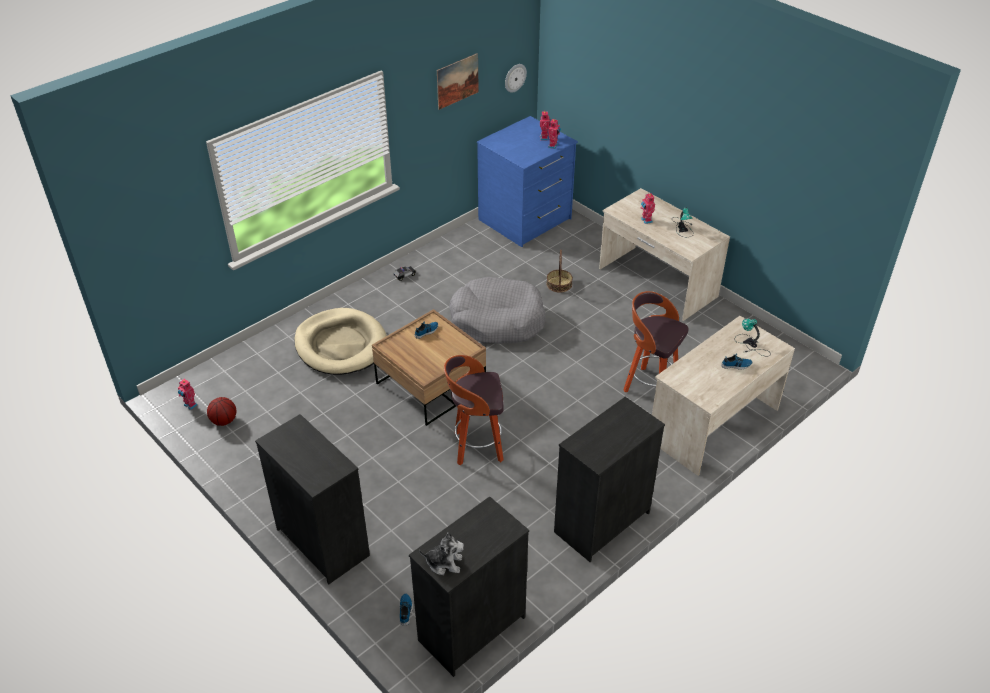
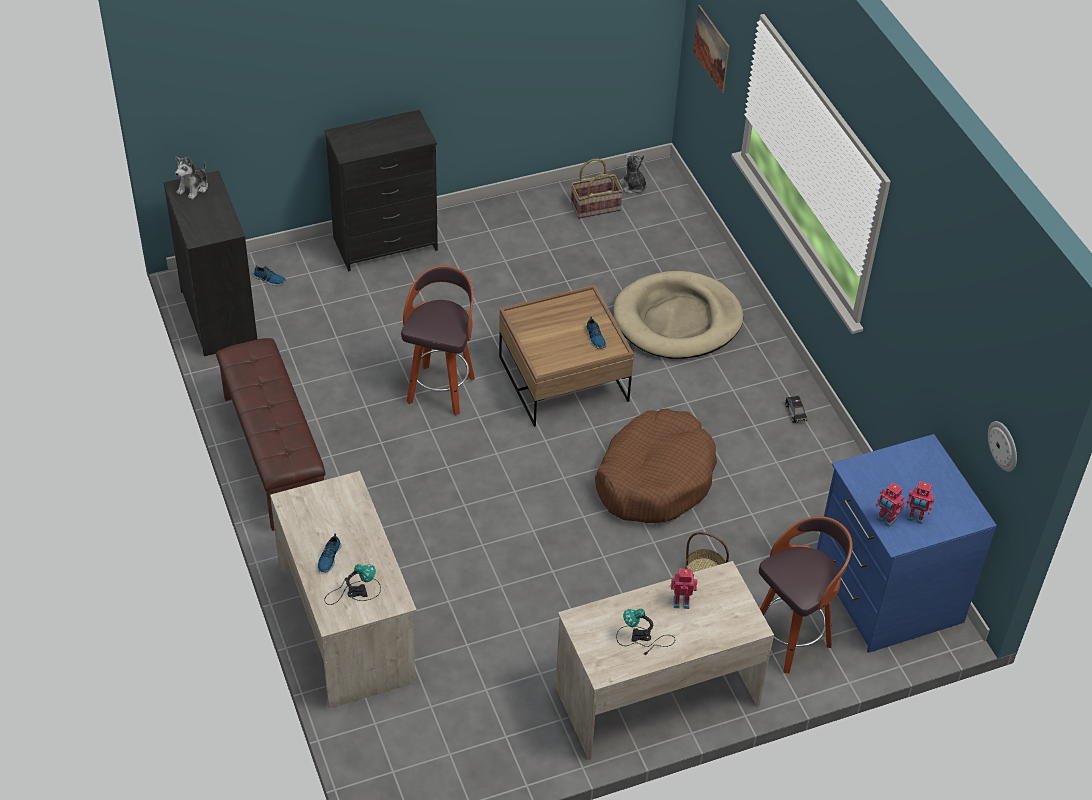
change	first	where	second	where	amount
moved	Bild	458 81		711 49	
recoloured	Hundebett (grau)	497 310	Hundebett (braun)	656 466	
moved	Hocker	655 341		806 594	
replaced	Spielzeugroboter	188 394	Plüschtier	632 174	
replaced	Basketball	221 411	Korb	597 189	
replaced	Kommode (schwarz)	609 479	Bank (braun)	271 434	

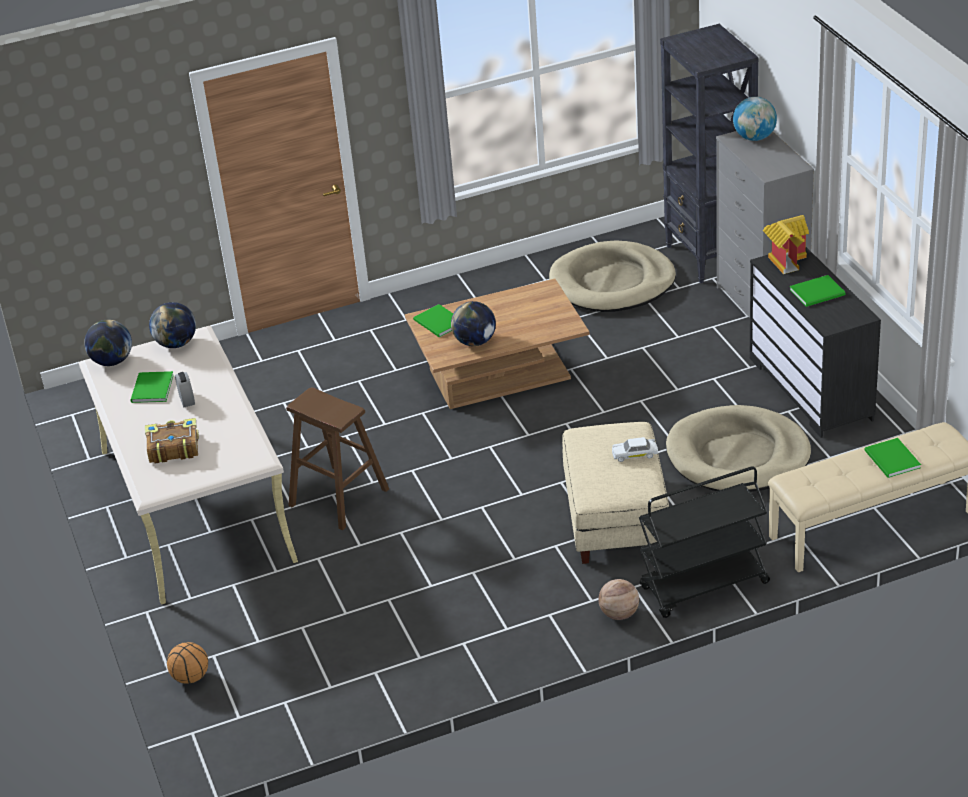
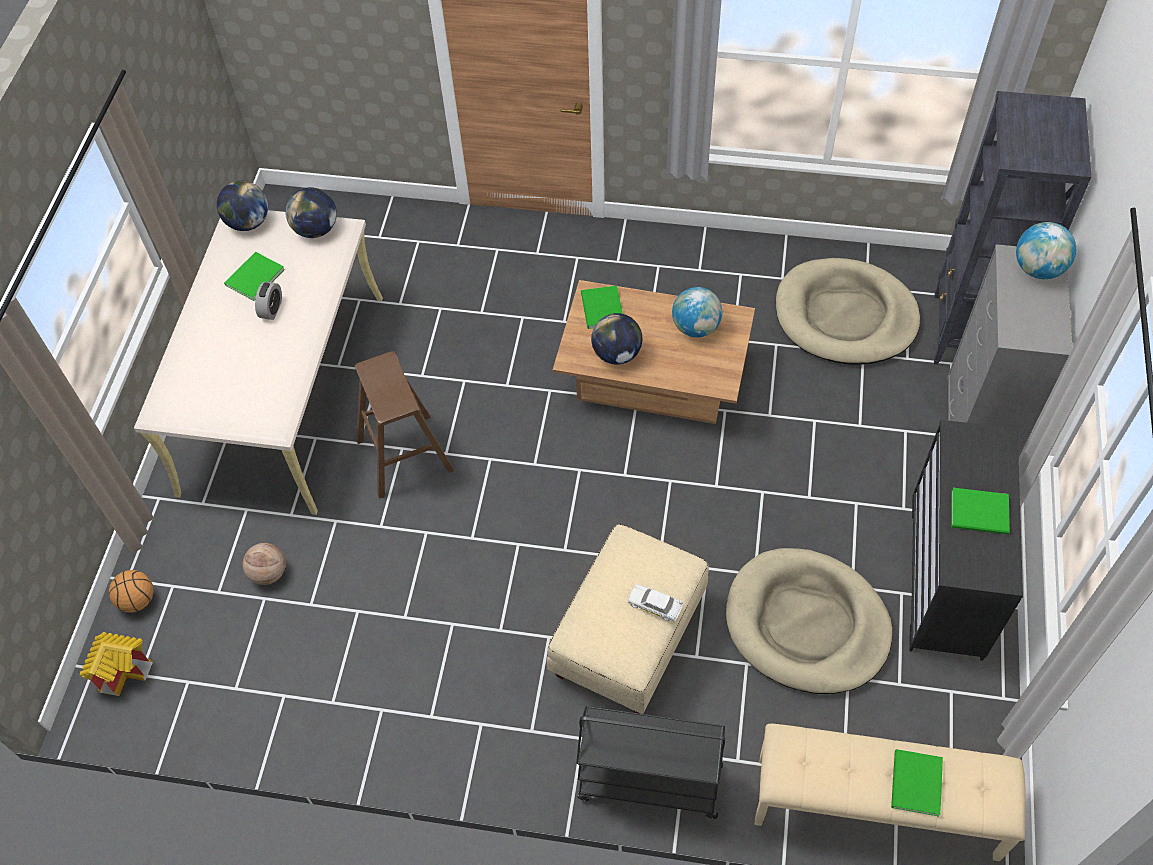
change	first	where	second	where	amount
moved	Spielzeughaus	785 244		116 664	
removed	Buch	172 441			
moved	Basketball	618 599		264 564	
added			Globus	697 312	

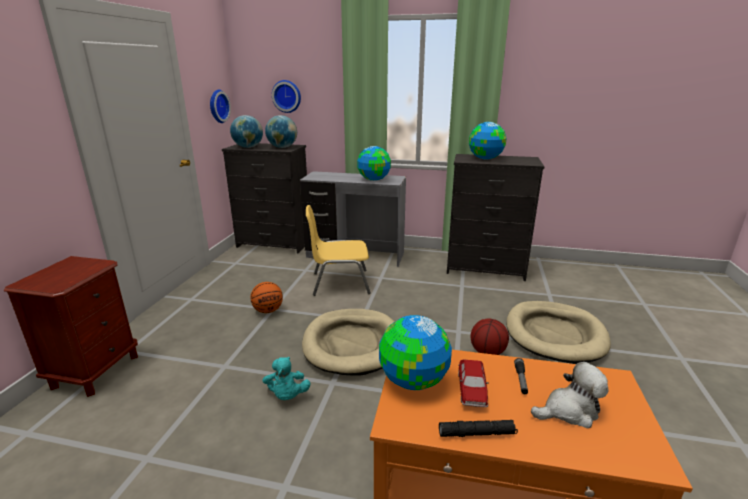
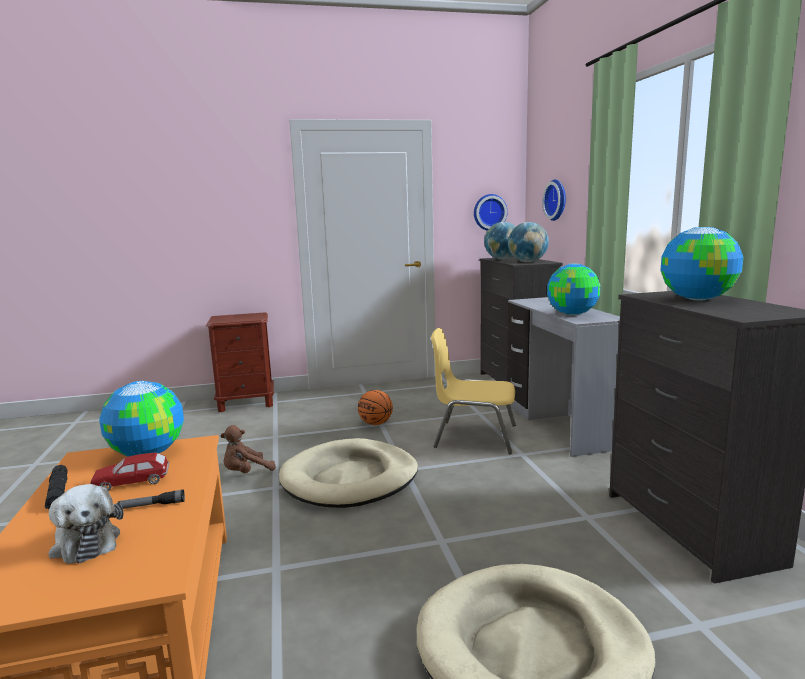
change	first	where	second	where	amount
turned	Stuhl (gelb)	338 250		473 391	45 degrees counterclockwise
removed	Basketball	490 336			
recoloured	Plüschtier (türkis)	286 378	Plüschtier (braun)	248 449	

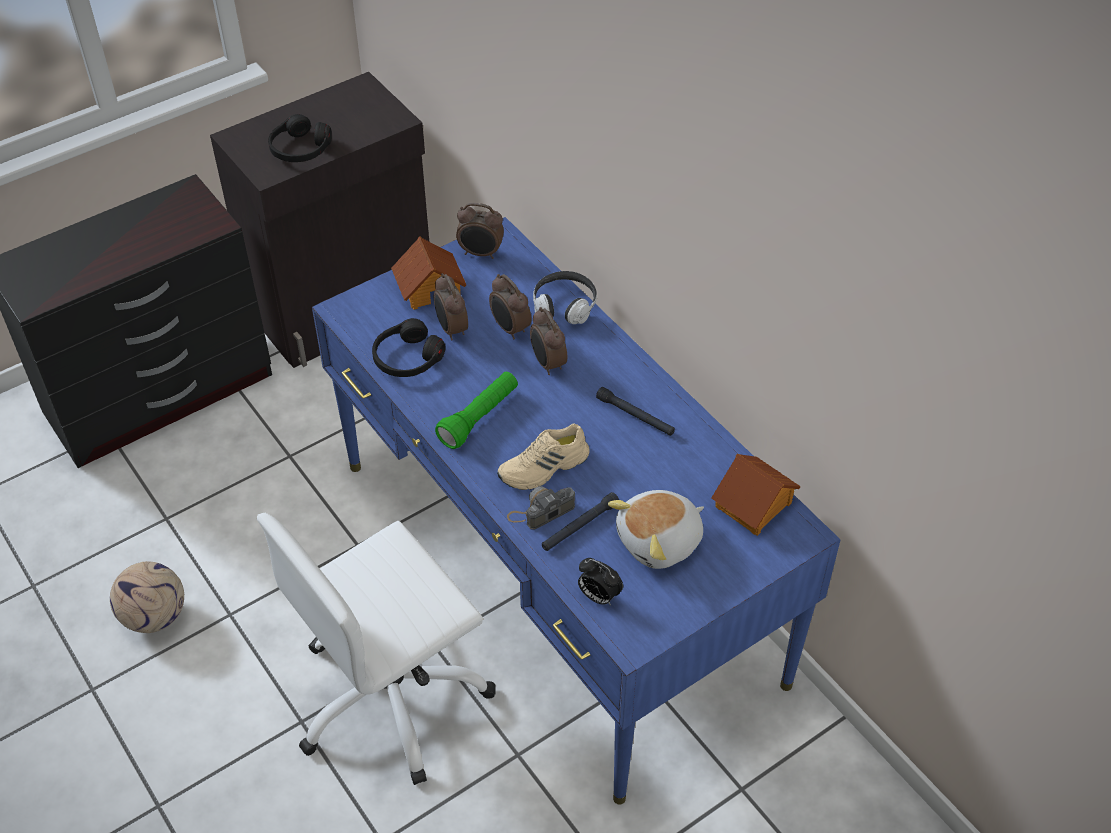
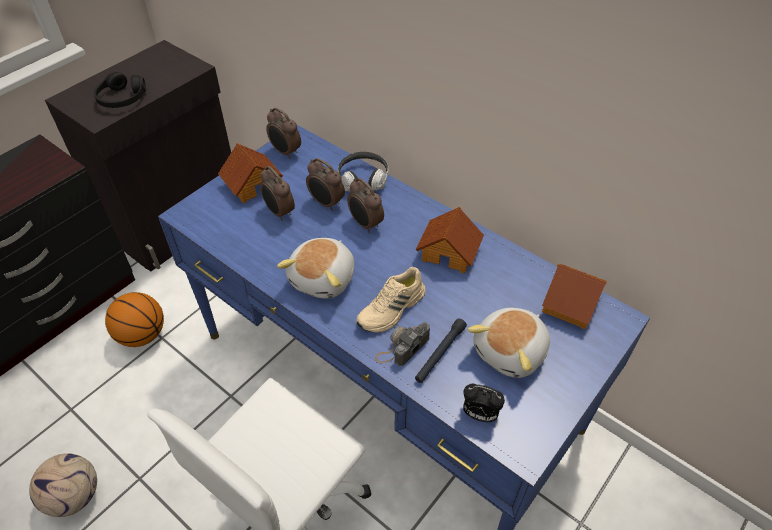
change	first	where	second	where	amount
turned	Wecker	480 231		283 133	45 degrees clockwise
removed	Kopfhörer (schwarz)	409 347			
replaced	Taschenlampe (grün)	476 410	Plüschtier	315 268	
replaced	Taschenlampe (schwarz)	635 411	Spielzeughaus	449 240	
added			Basketball	134 319	

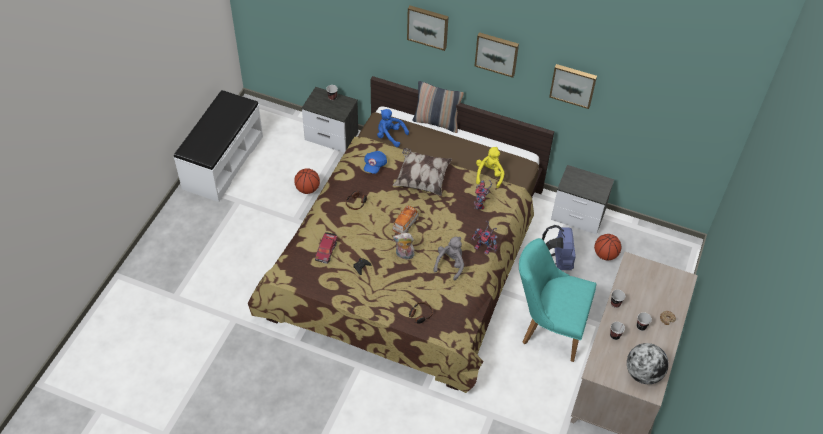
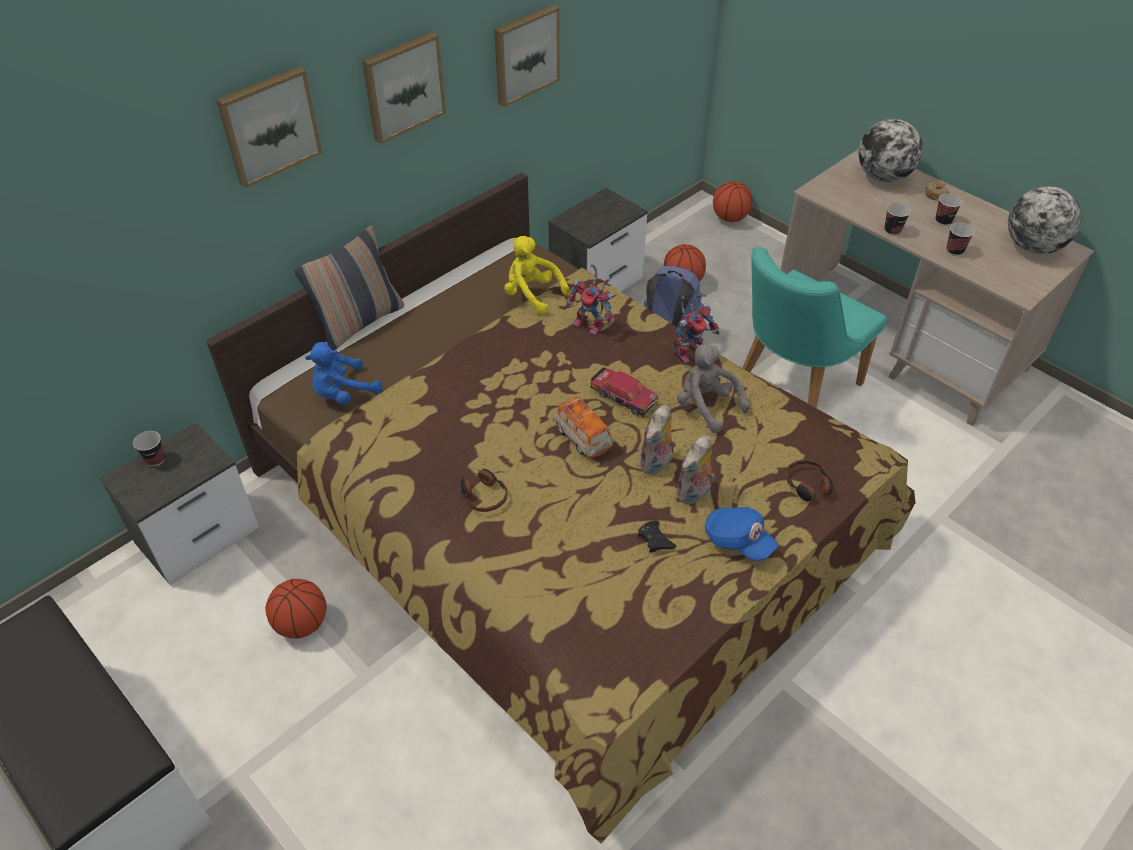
change	first	where	second	where	amount
removed	Kissen	422 172			
moved	Kappe (blau)	375 162		741 534	
moved	Spielzeugauto	326 248		624 391	
added			Globus	891 150	
added			Basketball	733 201	
added			Plüschtier	695 470	

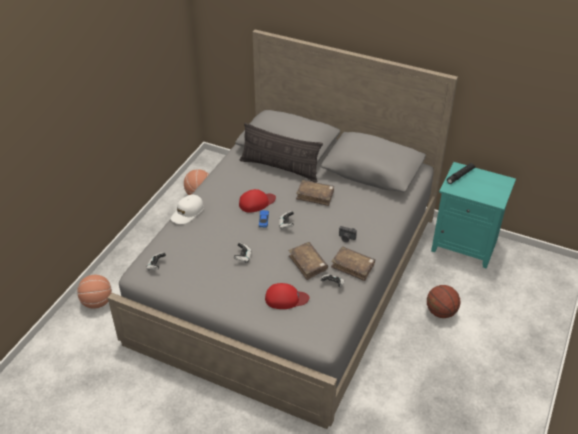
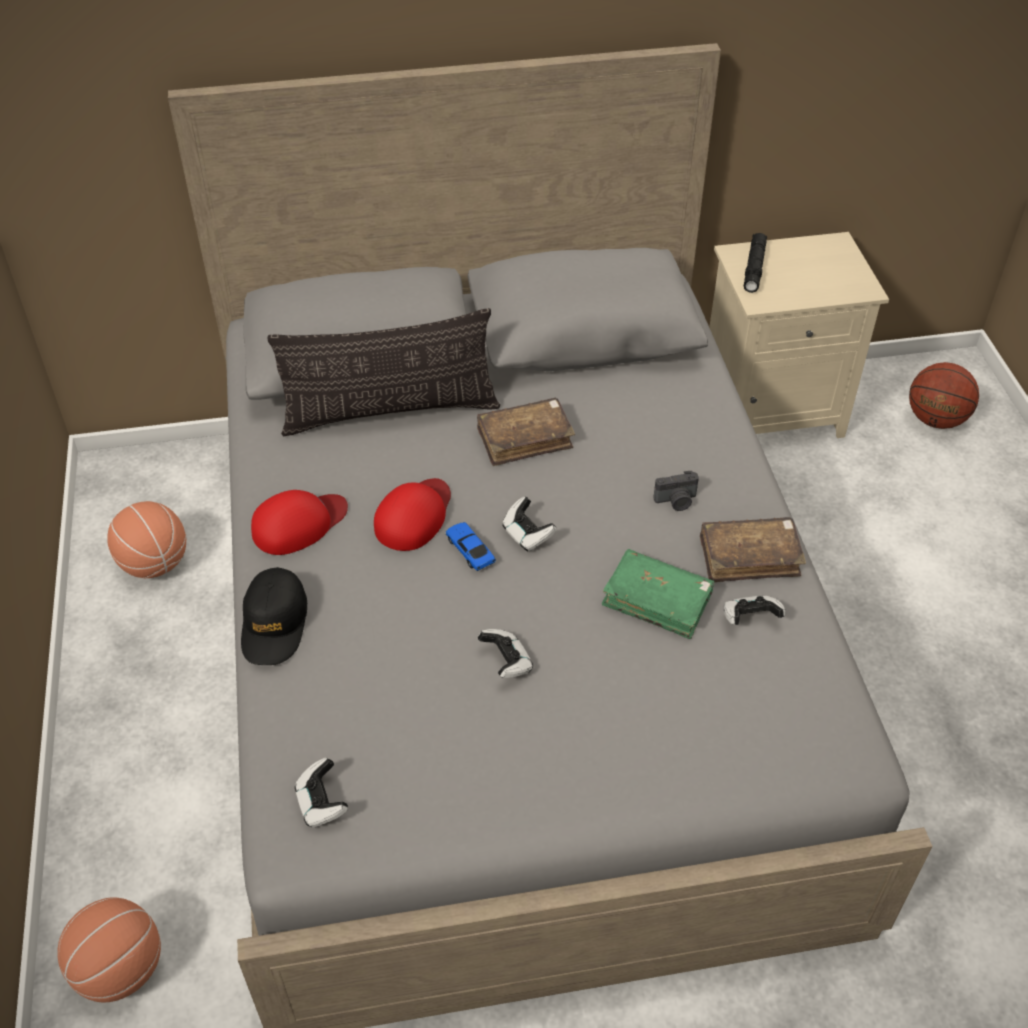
change	first	where	second	where	amount
recoloured	Nachttisch (türkis)	473 215	Nachttisch (beige)	799 335	
recoloured	Kappe (weiß)	187 209	Kappe (schwarz)	274 616	
recoloured	Buch (braun)	308 261	Buch (grün)	658 594	
moved	Kappe (rot)	287 296		299 522	
moved	Basketball	443 301		944 395	

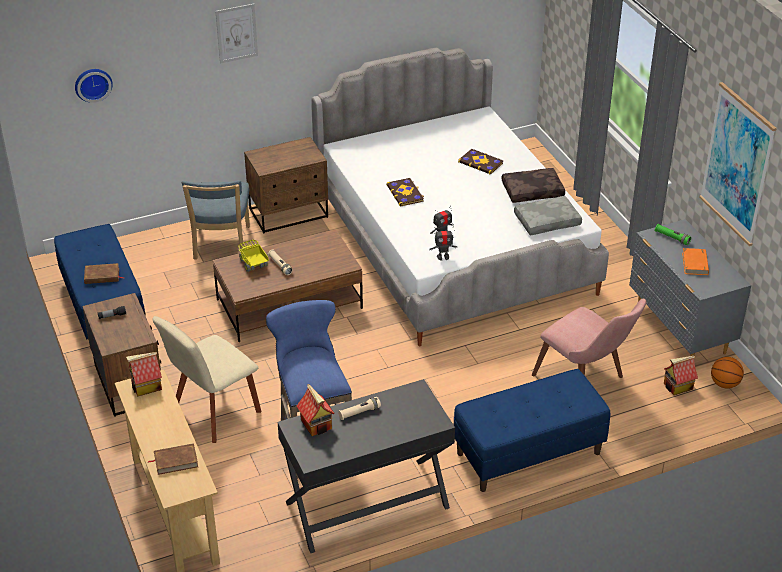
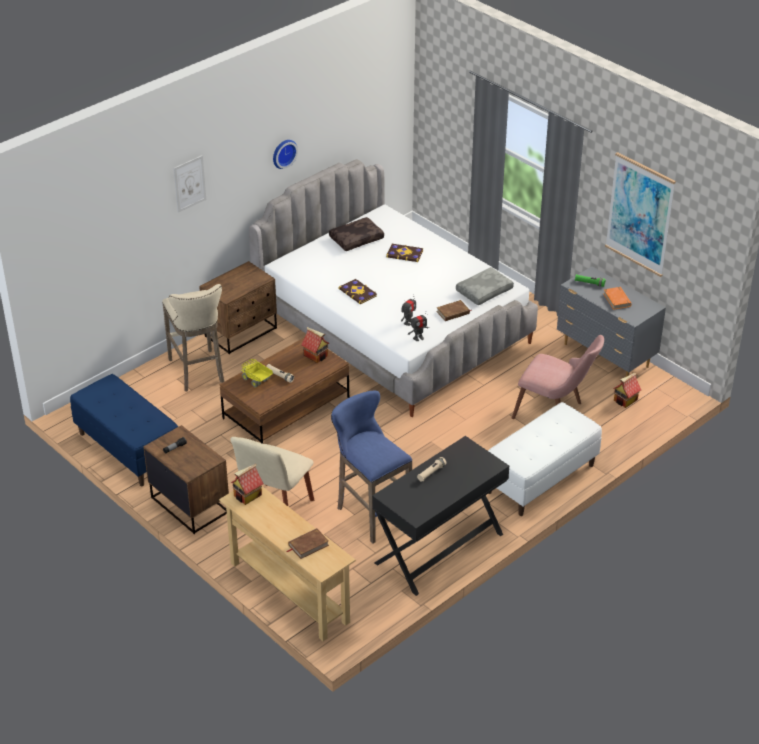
change	first	where	second	where	amount
moved	Wanduhr	94 86		285 154	
moved	Kissen (braun)	533 185		356 234	
replaced	Stuhl (blau)	216 220	Hocker (beige)	193 337	
moved	Buch (braun)	104 273		454 310	
removed	Basketball	727 373			
recoloured	Bank (blau)	532 430	Bank (weiß)	545 459	
moved	Spielzeughaus	315 410		315 345	

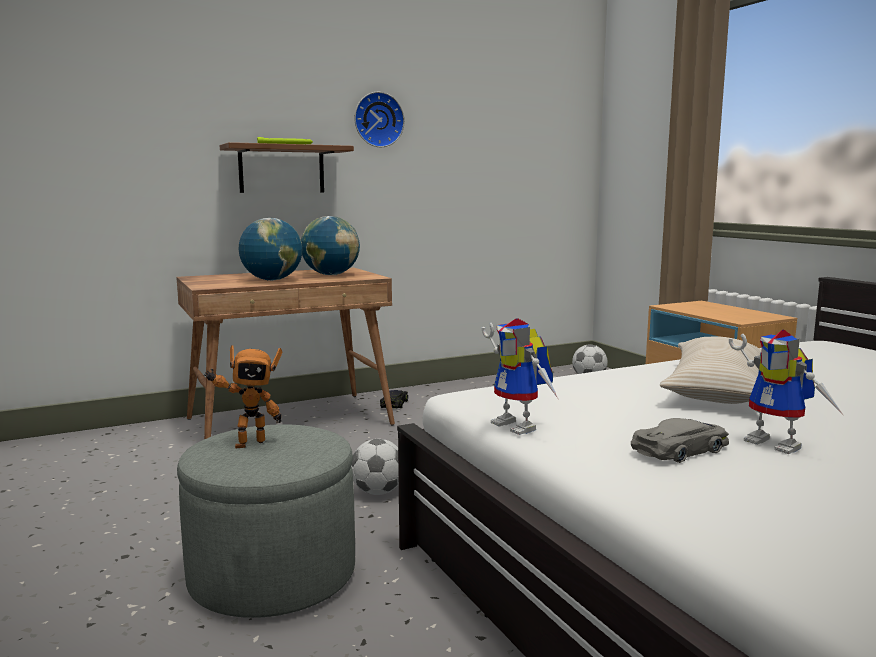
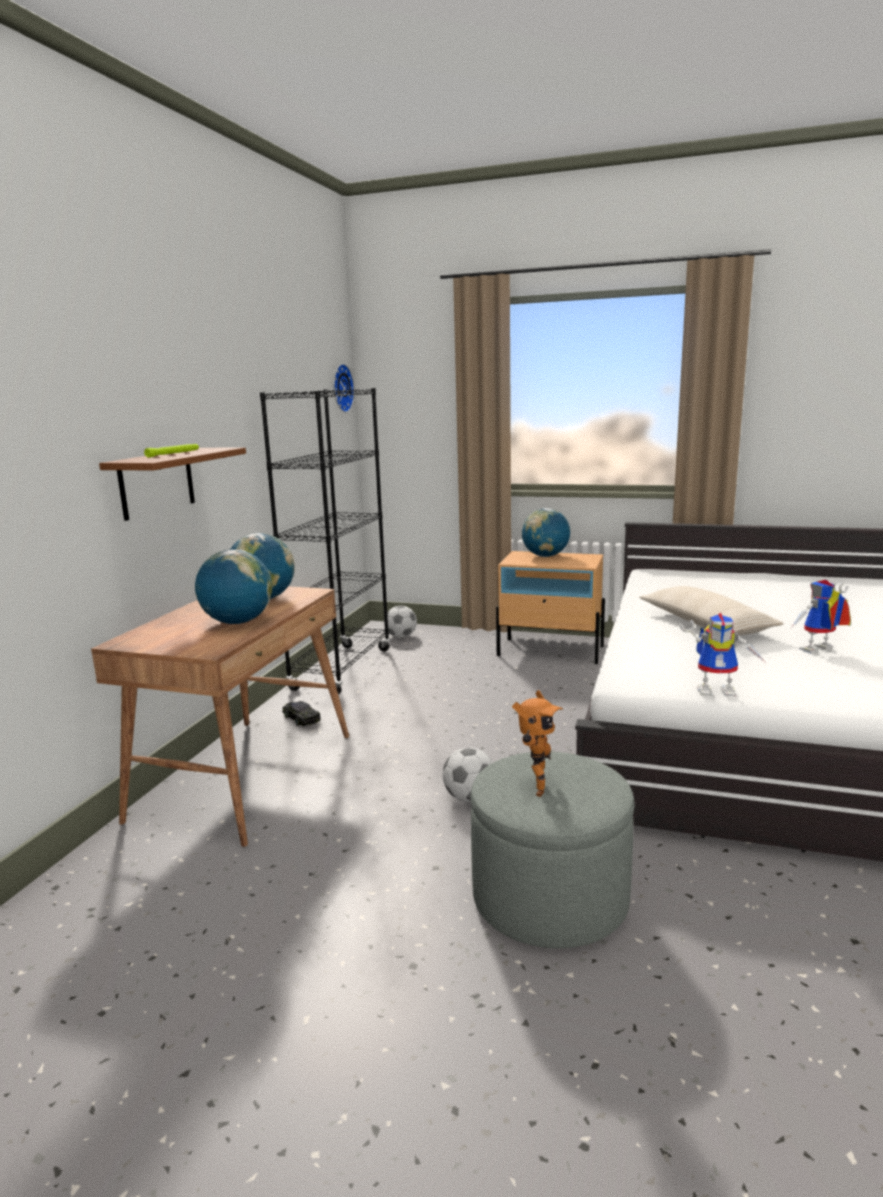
change	first	where	second	where	amount
moved	Wanduhr	379 119		344 388	
turned	Spielzeugroboter	787 391		821 616	150 degrees clockwise
removed	Spielzeugauto (grau)	680 440			
added			Bücherregal (schwarz)	325 541	
added			Globus	546 532	

